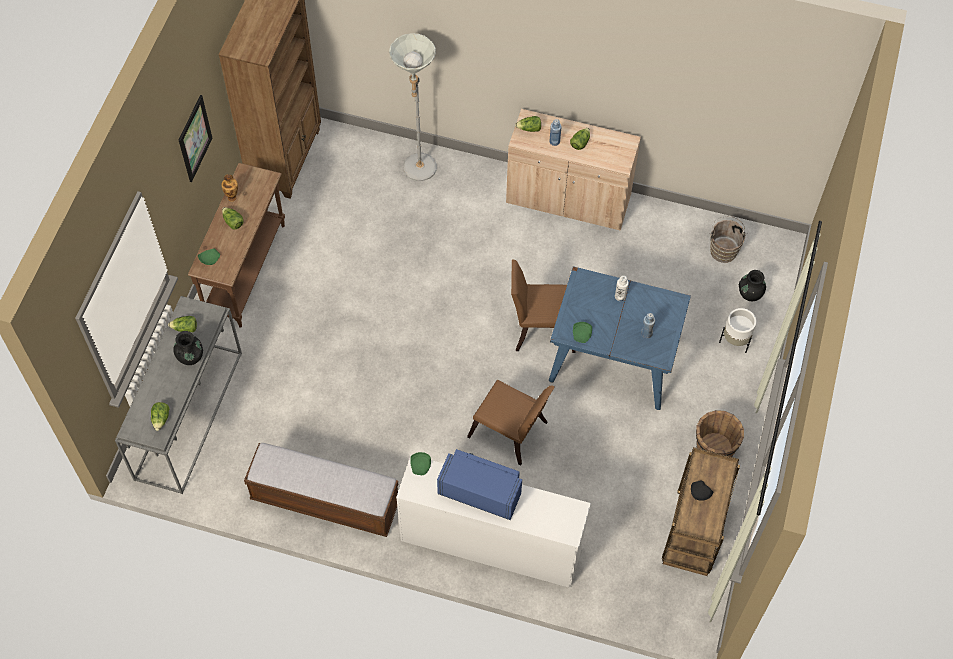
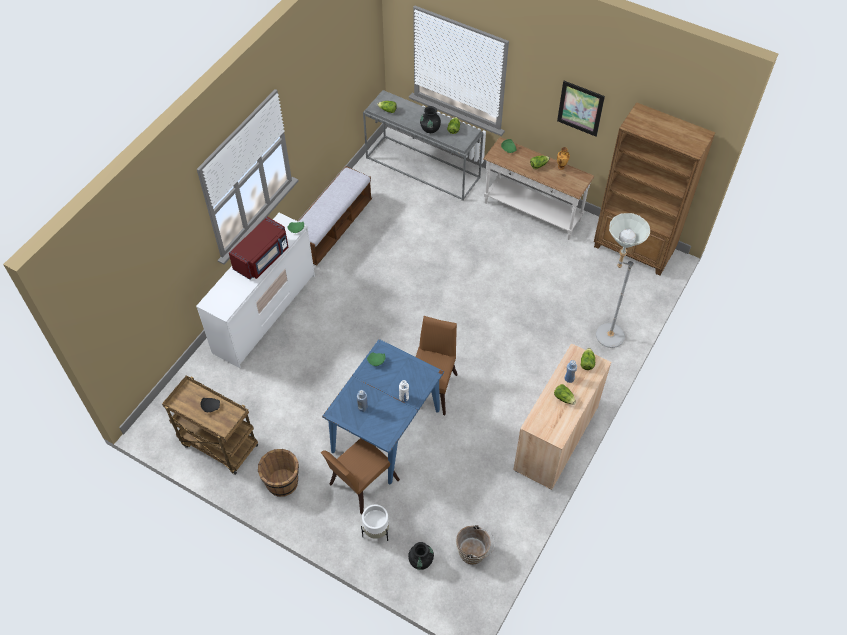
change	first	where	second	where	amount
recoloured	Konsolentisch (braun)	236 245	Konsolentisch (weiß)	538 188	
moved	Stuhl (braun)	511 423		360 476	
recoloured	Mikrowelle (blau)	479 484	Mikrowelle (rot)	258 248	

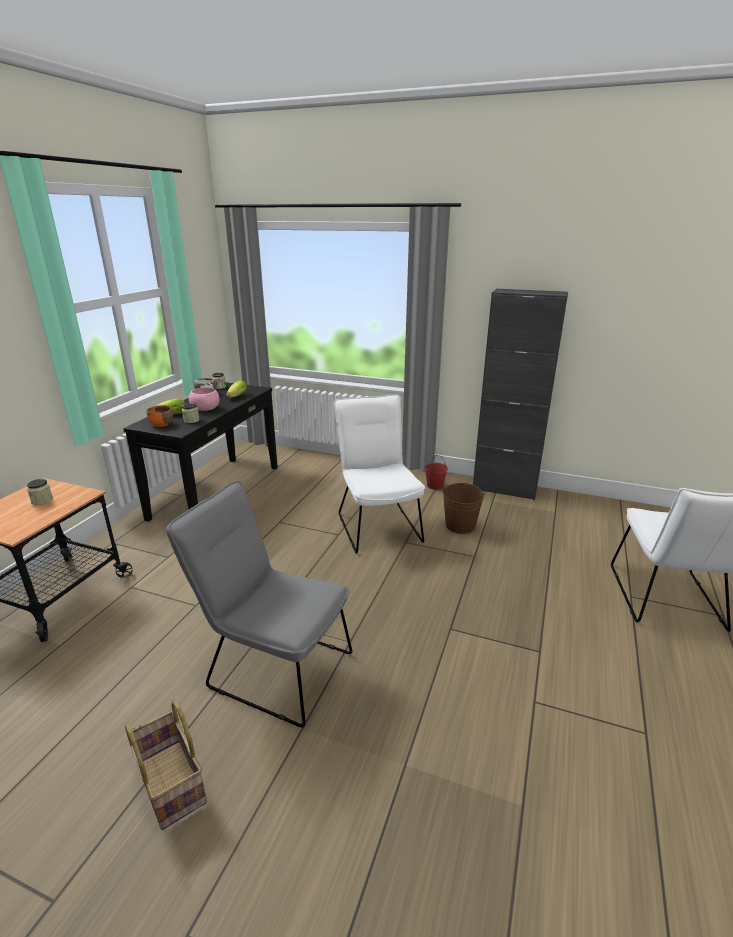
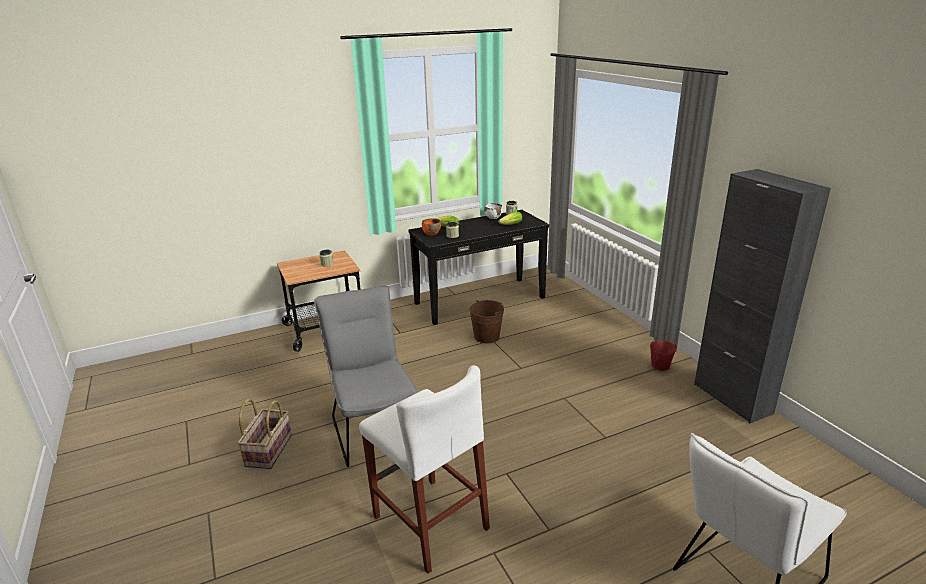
change	first	where	second	where	amount
removed	Schüssel (rosa)	204 399			
removed	Stuhl (weiß)	379 474			
moved	Eimer (braun)	463 508		486 321	
added			Hocker (weiß)	424 469	

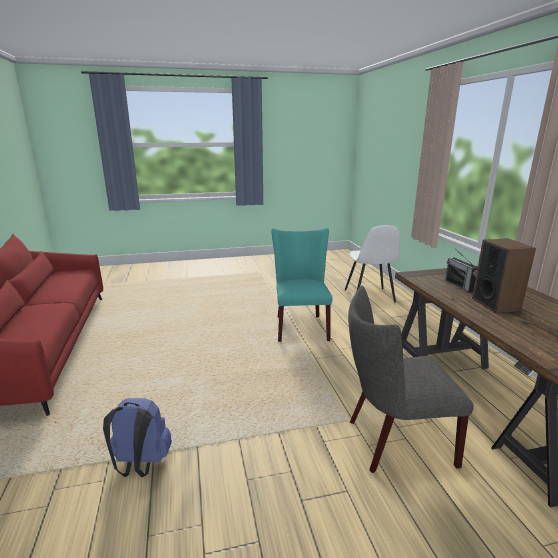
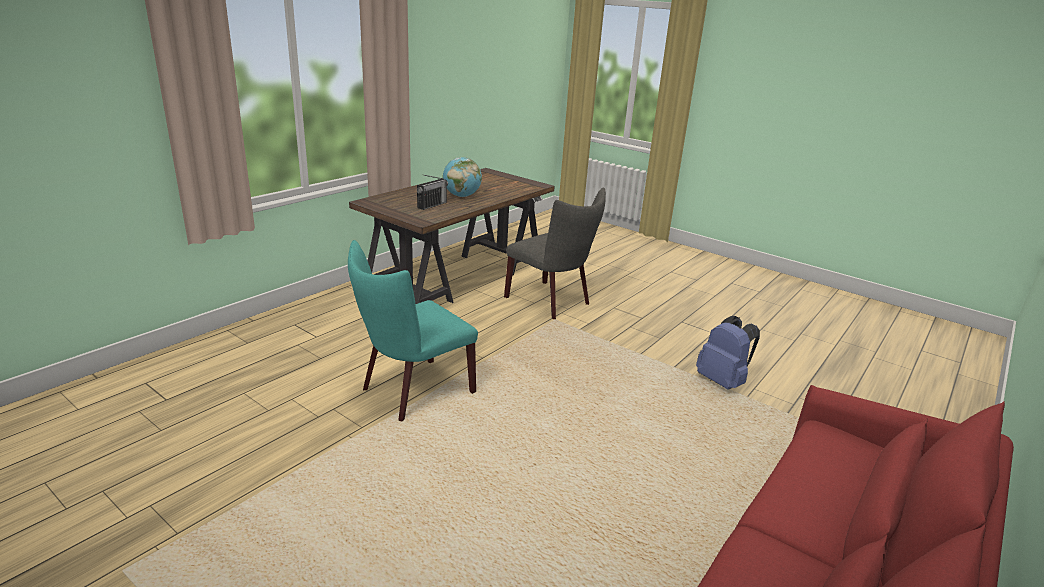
change	first	where	second	where	amount
removed	Stuhl (weiß)	372 263			
replaced	Lautsprecher	504 275	Globus	462 177	

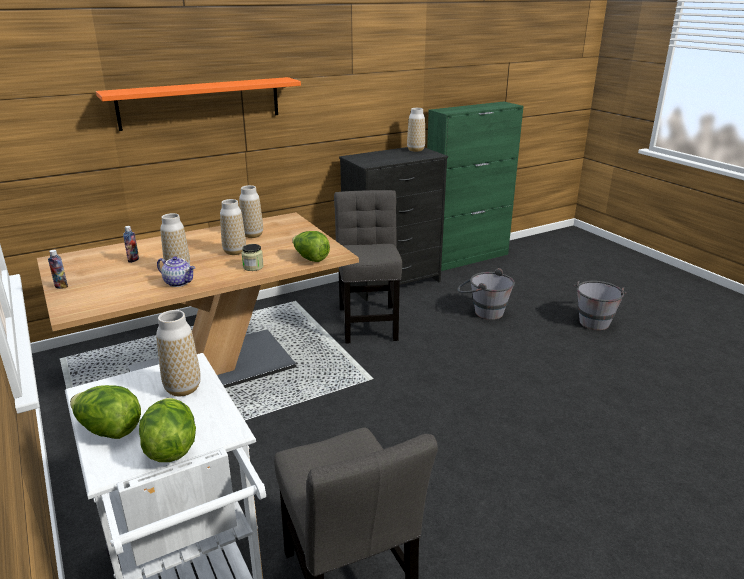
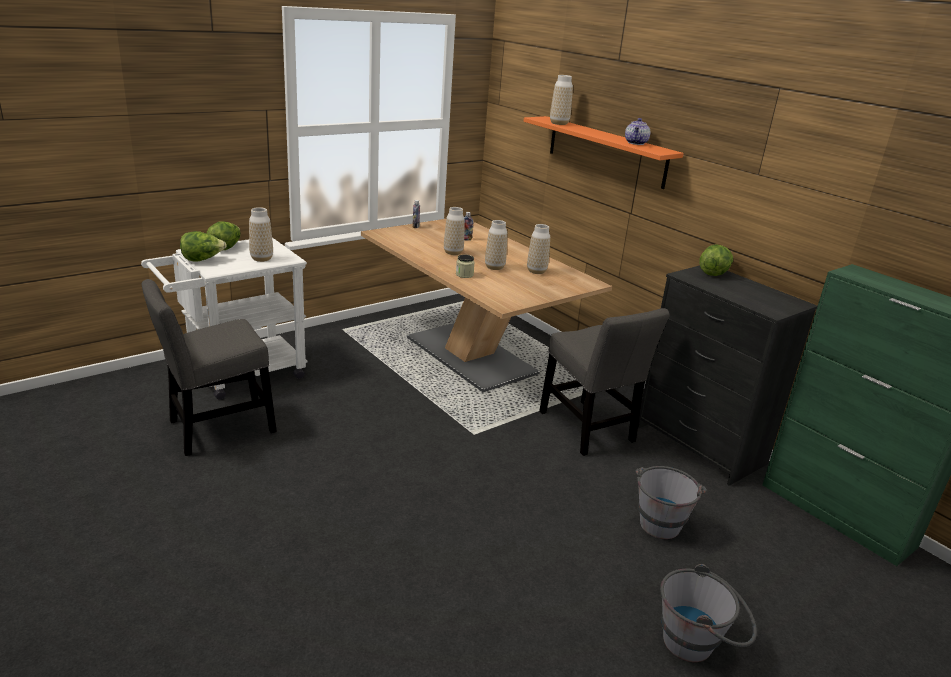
change	first	where	second	where	amount
moved	Vase	416 130		561 100	
turned	Stuhl (grau)	368 266		604 382	75 degrees clockwise
moved	Salatkopf	311 246		716 260	
moved	Teekanne	176 271		637 131	

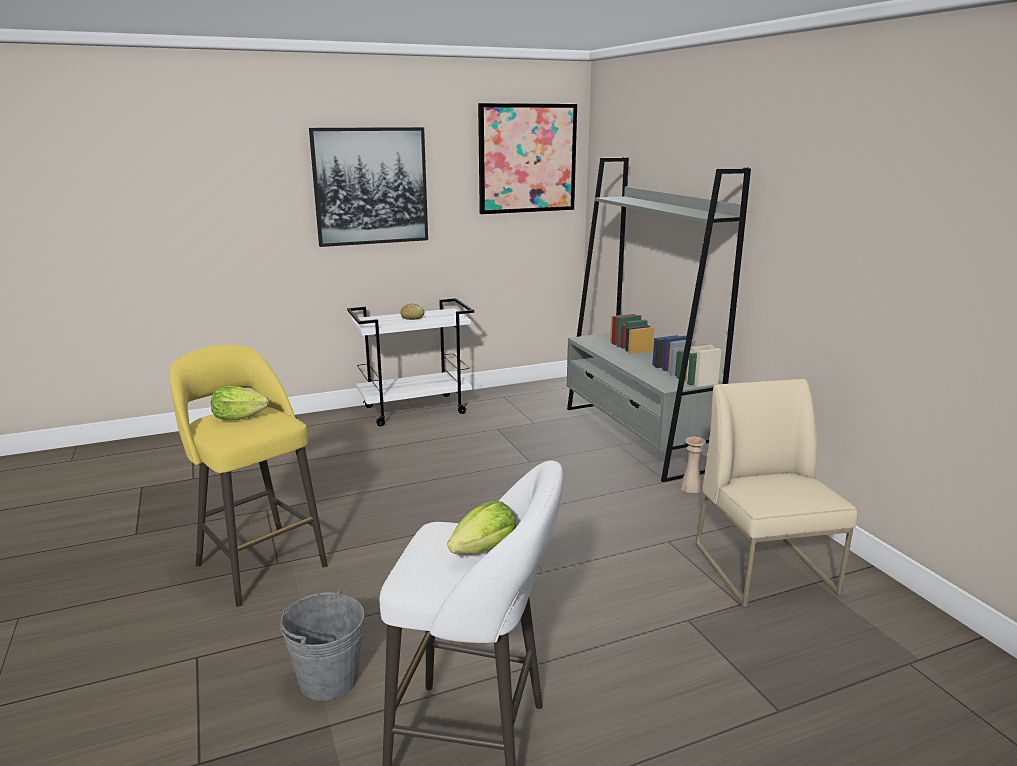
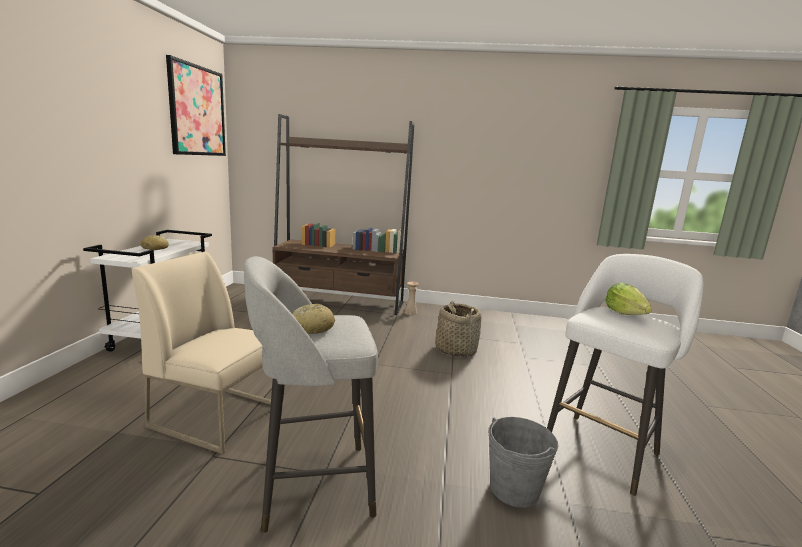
change	first	where	second	where	amount
removed	Bild	368 187			
recoloured	Bücherregal (grau)	659 319	Bücherregal (braun)	344 214	
recoloured	Hocker (gelb)	249 476	Hocker (grau)	311 394	
moved	Stuhl (beige)	776 493		201 353	
replaced	Salatkopf	240 403	Brot	313 319	
added			Korb	458 329	

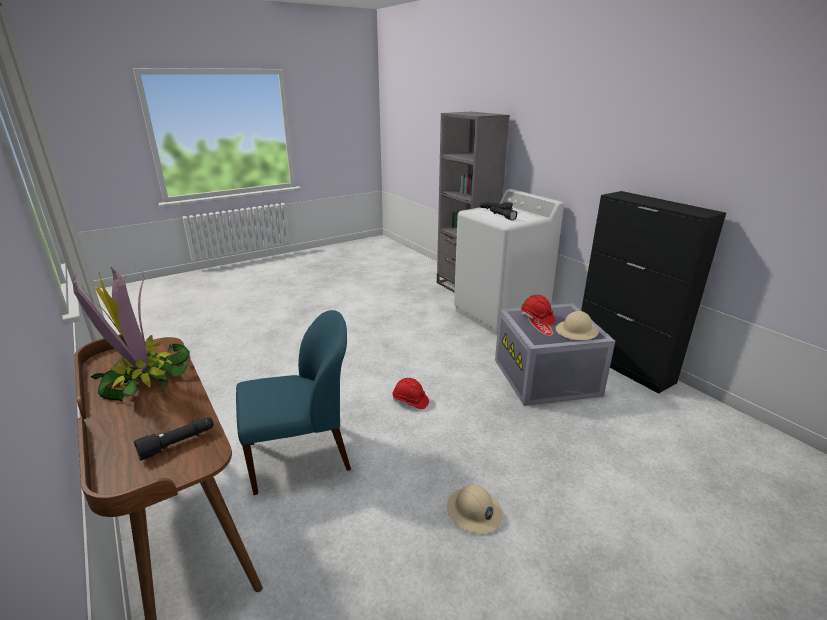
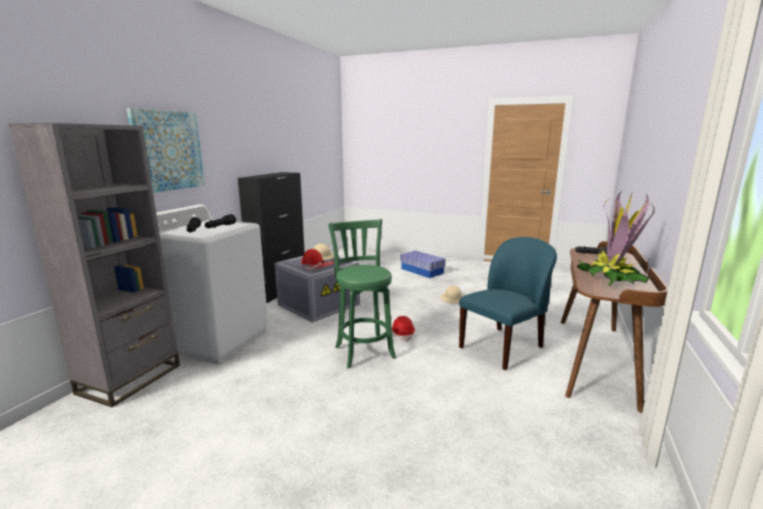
change	first	where	second	where	amount
turned	Stuhl (blau)	293 402		508 303	105 degrees clockwise
added			Bild	165 150	
added			Hocker (grün)	362 293	
added			Aufbewahrungsbox	423 264	

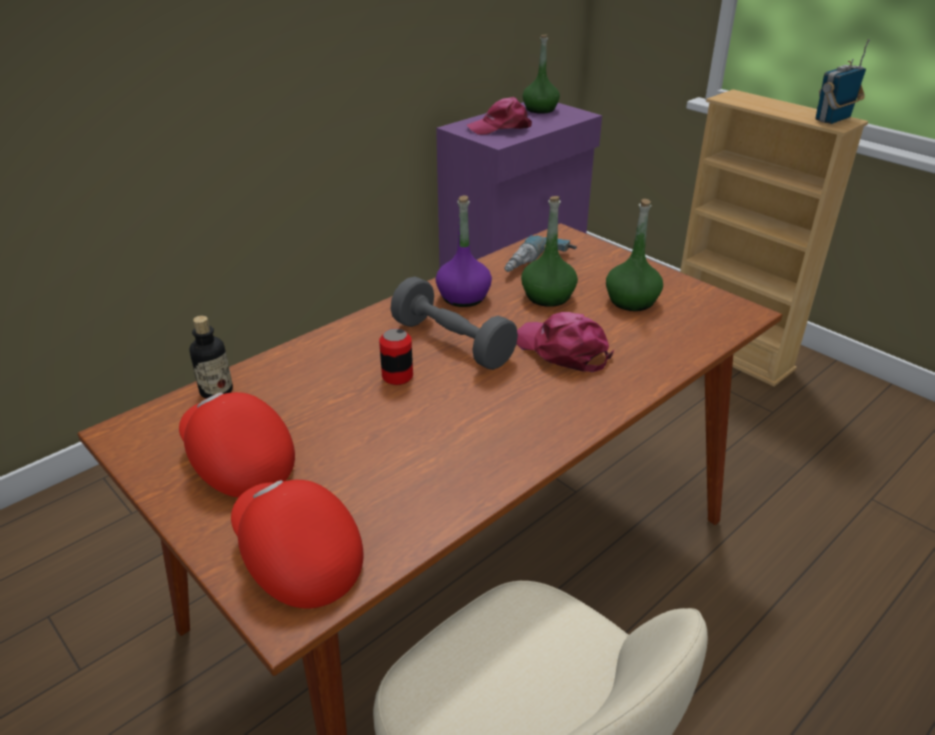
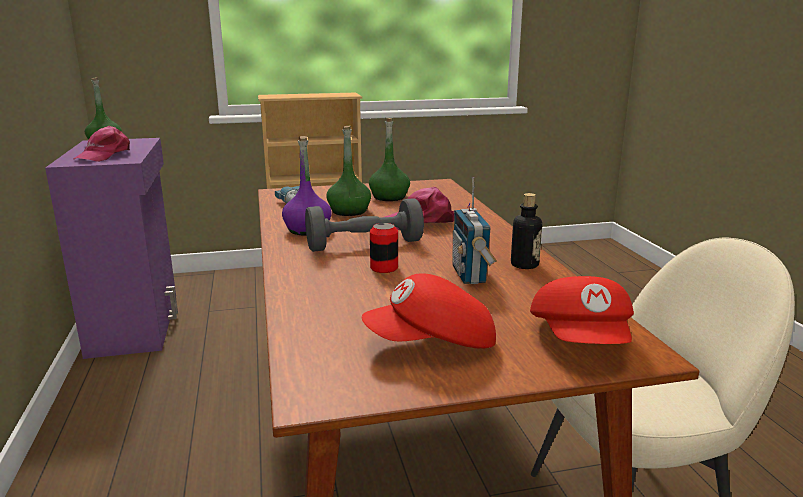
change	first	where	second	where	amount
moved	Radio	842 81		474 230	
moved	Flasche	211 357		526 231	
turned	Kappe (rot)	297 544		582 310	75 degrees counterclockwise

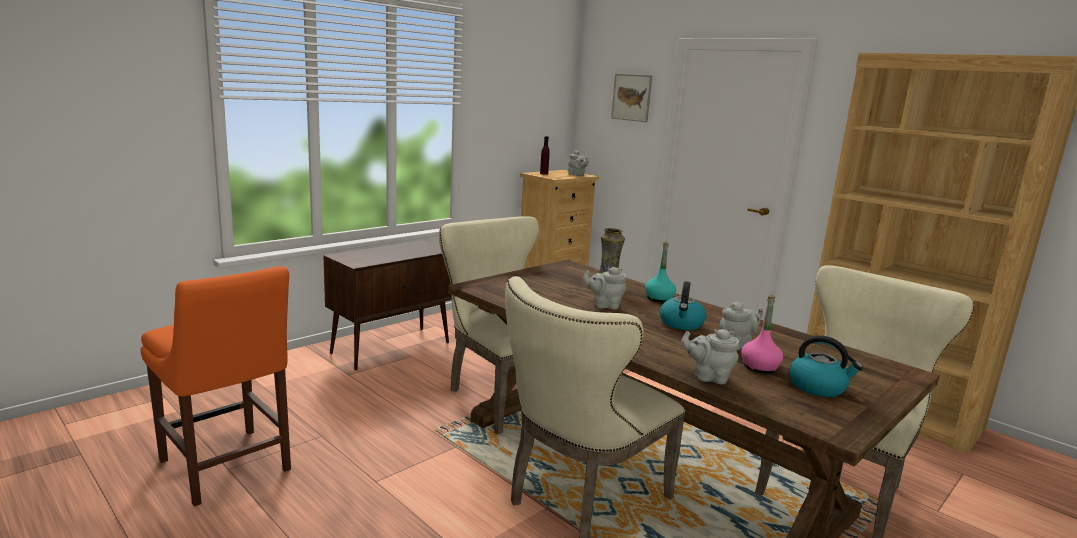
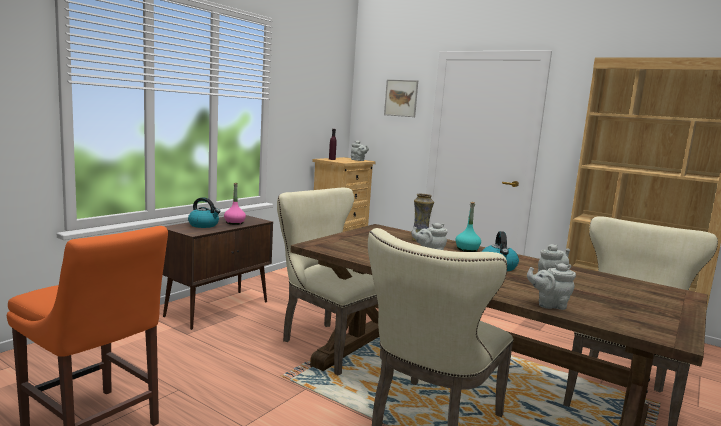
change	first	where	second	where	amount
moved	Flasche (rosa)	762 334		235 204	
moved	Wasserkessel	826 366		204 212	

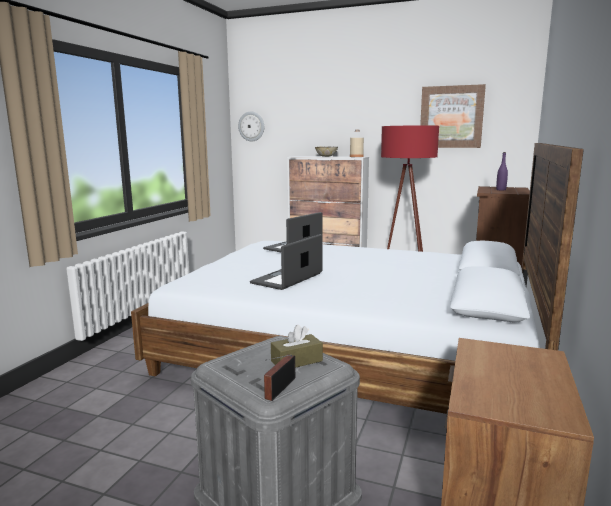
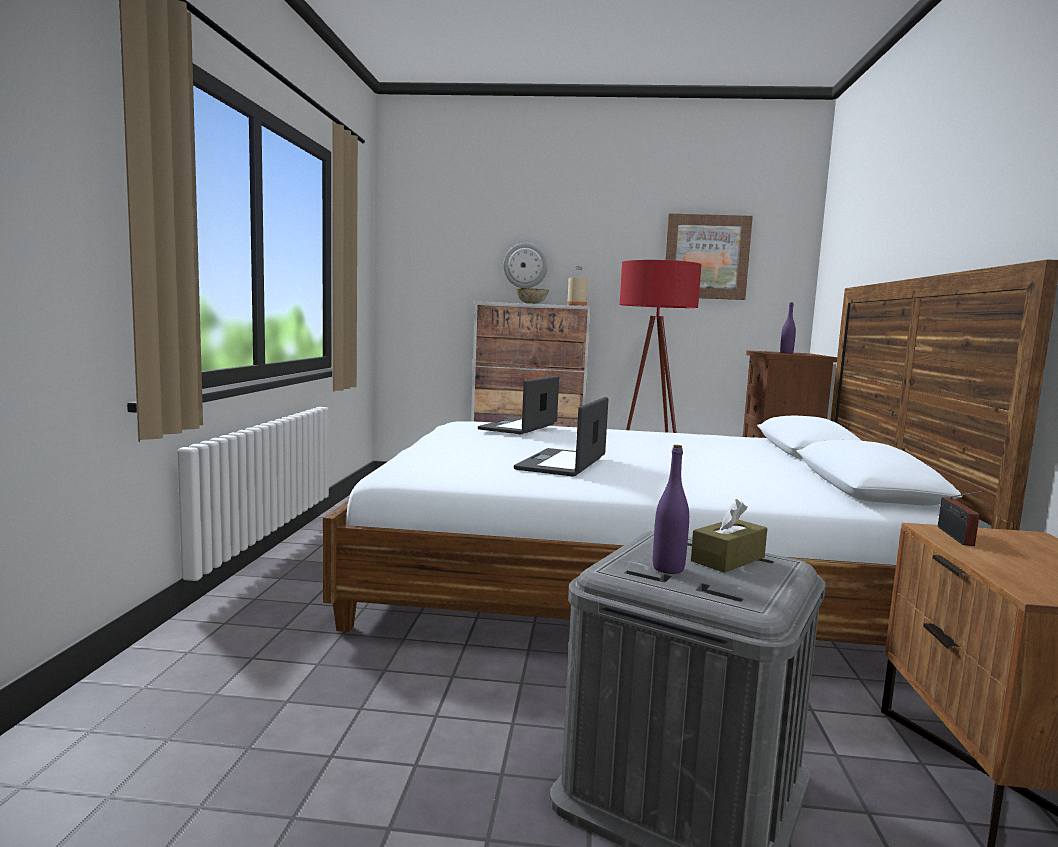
change	first	where	second	where	amount
moved	Wanduhr	251 127		525 265	
moved	Radio	279 377		961 518	
added			Flasche (lila)	671 509	

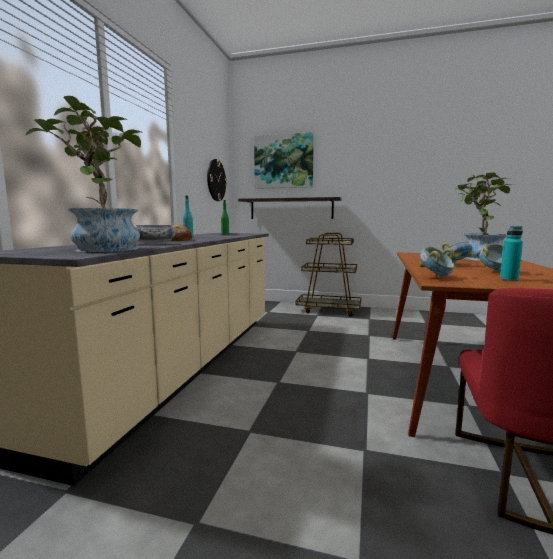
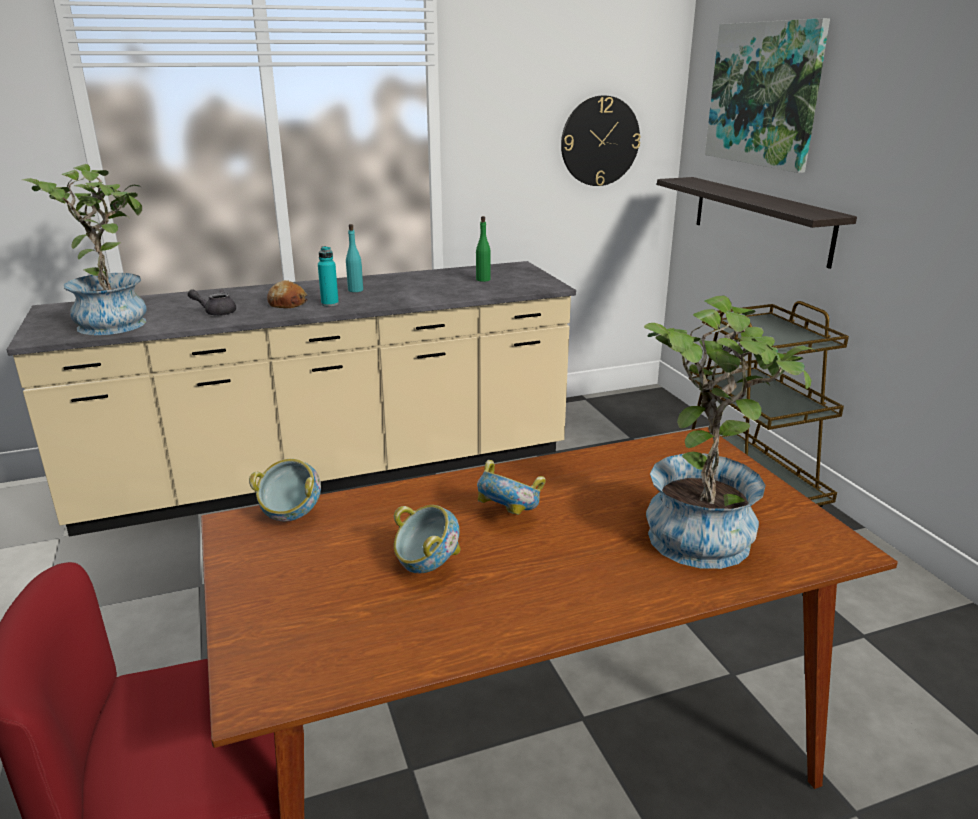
change	first	where	second	where	amount
replaced	Schüssel	156 234	Teekanne (grau)	212 302	
moved	Flasche (türkis)	511 253		328 276	

